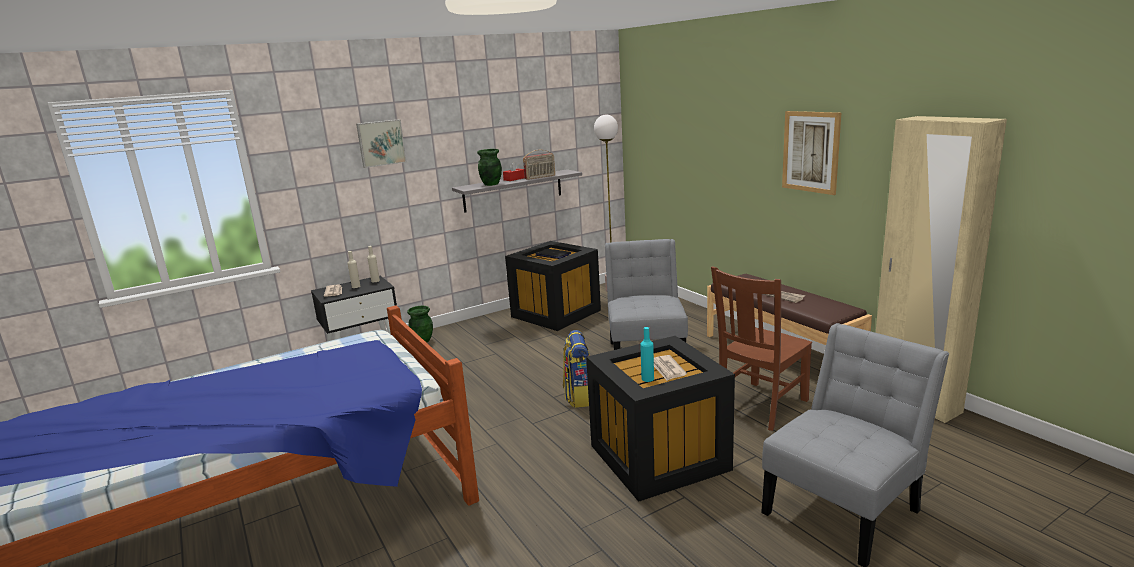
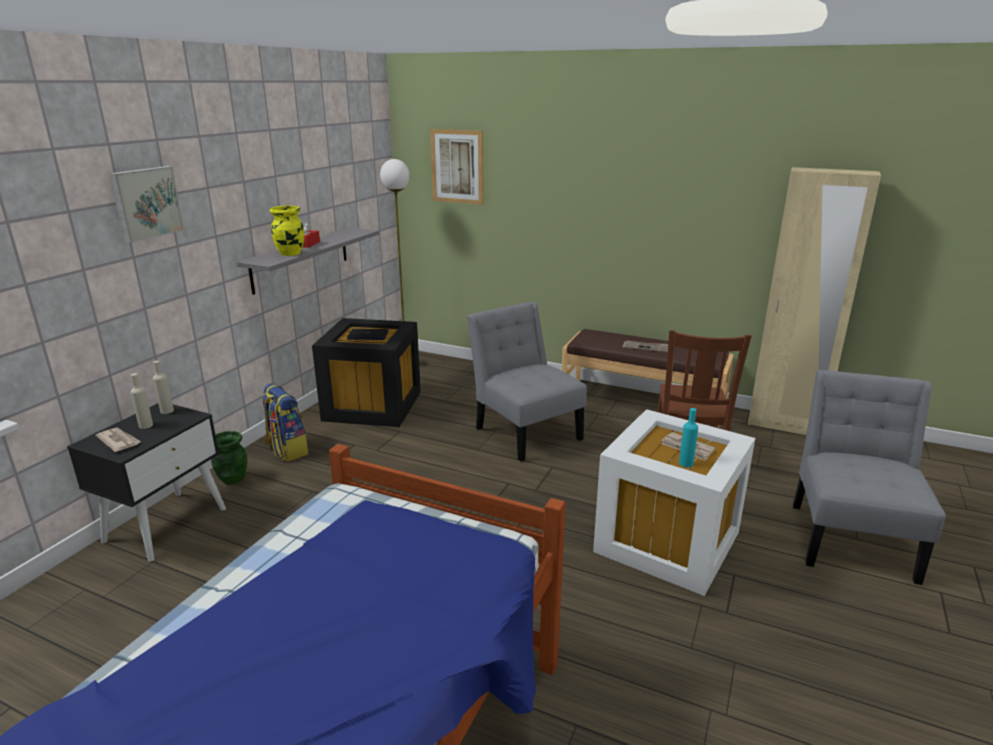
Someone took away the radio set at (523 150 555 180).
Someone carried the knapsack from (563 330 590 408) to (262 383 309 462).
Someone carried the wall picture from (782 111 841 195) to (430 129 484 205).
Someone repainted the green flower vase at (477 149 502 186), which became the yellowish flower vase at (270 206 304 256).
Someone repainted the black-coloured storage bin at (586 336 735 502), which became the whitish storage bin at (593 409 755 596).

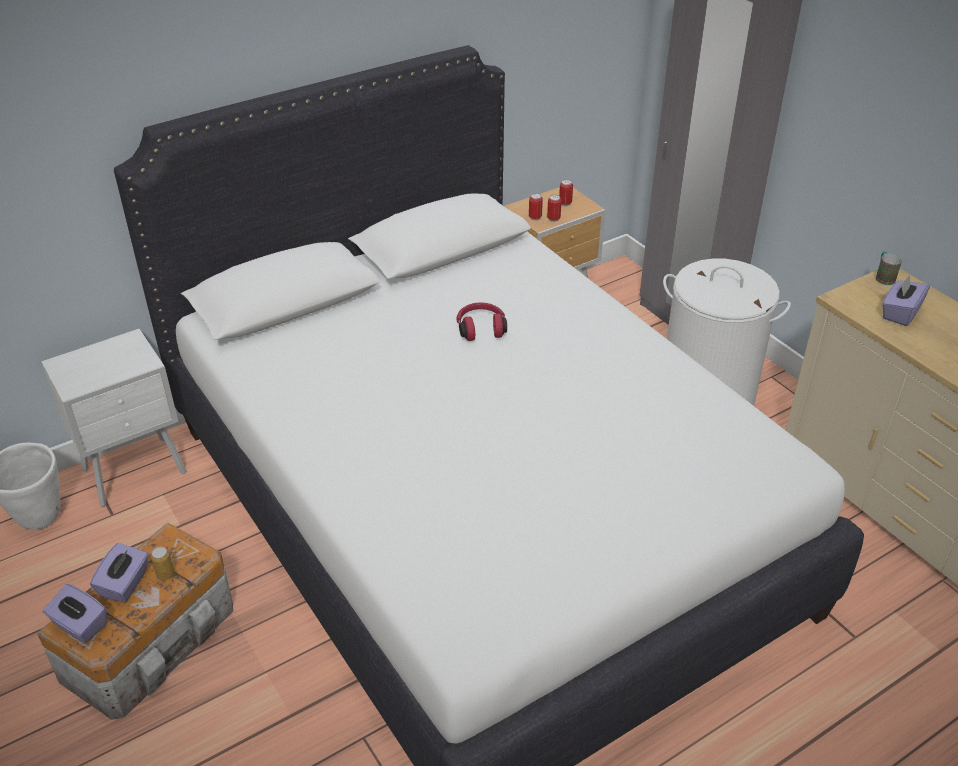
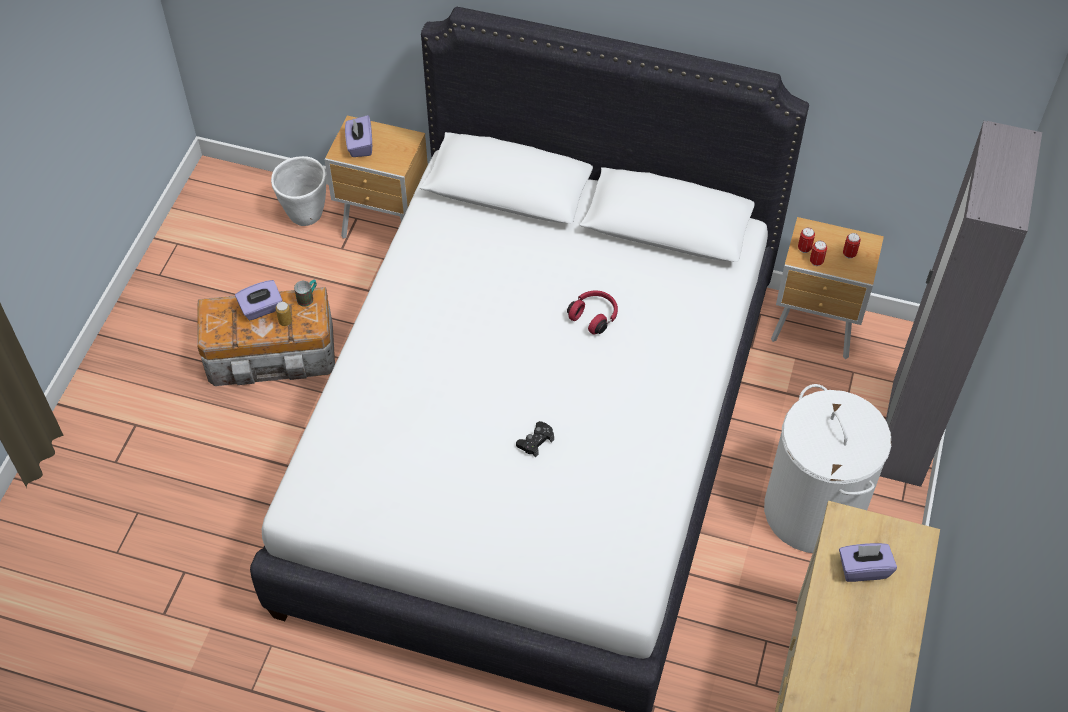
Someone put down the black-coloured gamepad at (516 421 554 457).
Someone carried the purple box of tissues from (43 584 107 644) to (345 115 372 157).
Someone carried the tea mug from (876 251 902 285) to (294 279 317 307).
Someone repainted the whitish nightstand at (41 329 187 507), which became the brown nightstand at (325 116 428 239).

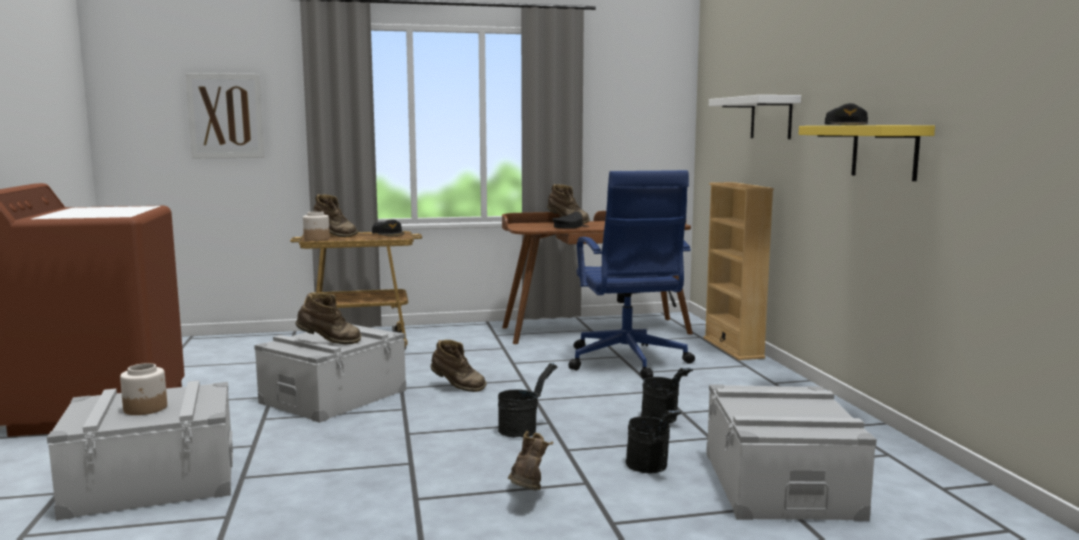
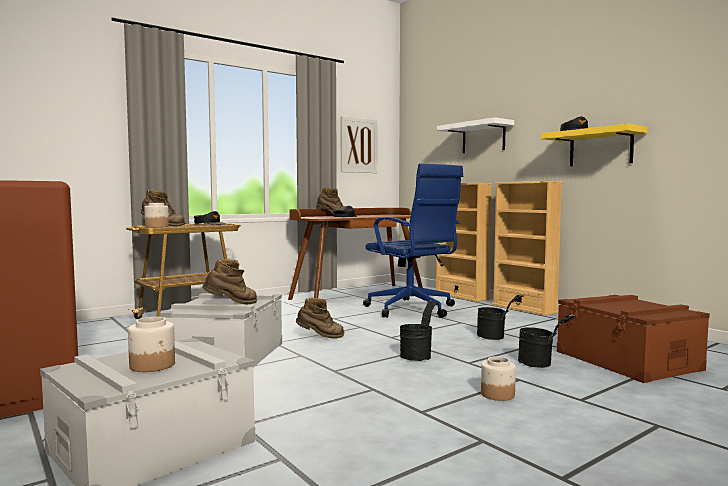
Someone put down the beige-coloured shelving unit at (492 181 563 316).
Someone carried the wall picture from (185 73 264 158) to (341 116 378 173).
Someone swapped the brown tall boot at (508 431 553 491) for the jar at (481 356 516 401).
Someone repainted the greyish storage bin at (706 384 877 521), which became the brown storage bin at (557 295 710 383).

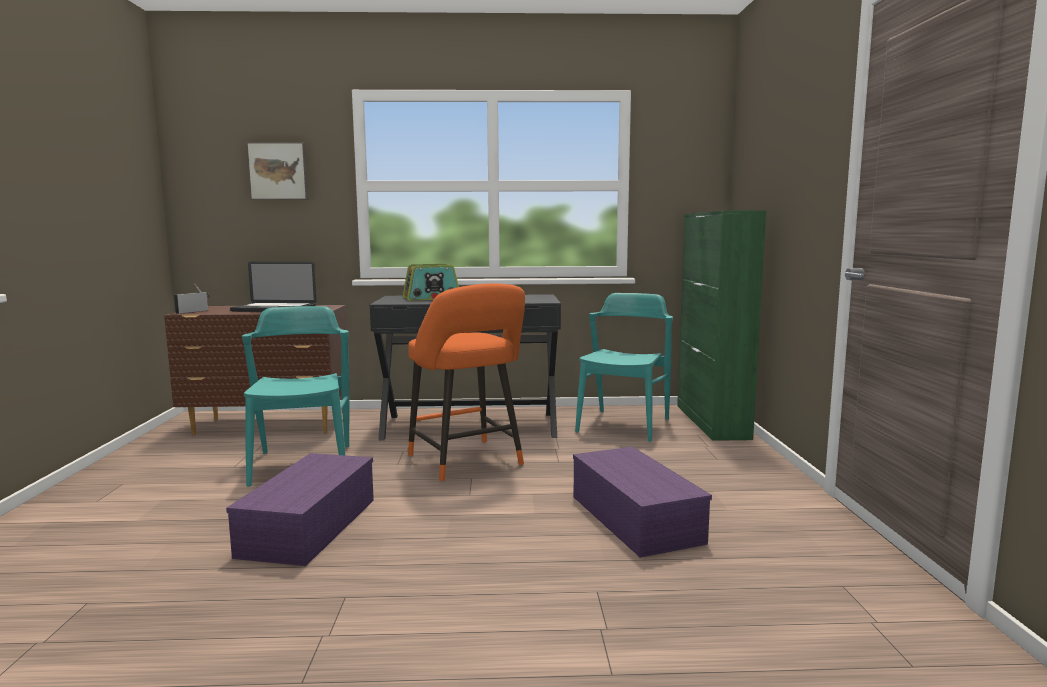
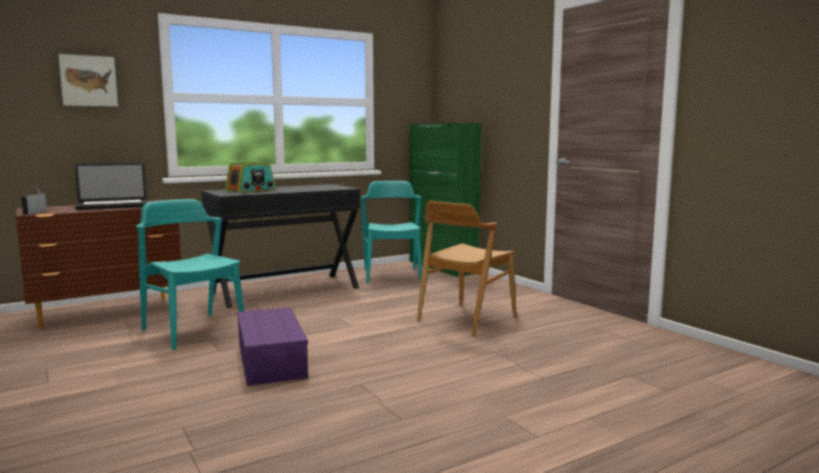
Someone took away the orange-coloured stool seat at (408 283 525 482).
Someone swapped the purple storage bin at (573 447 712 558) for the brown upright chair at (417 201 517 337).

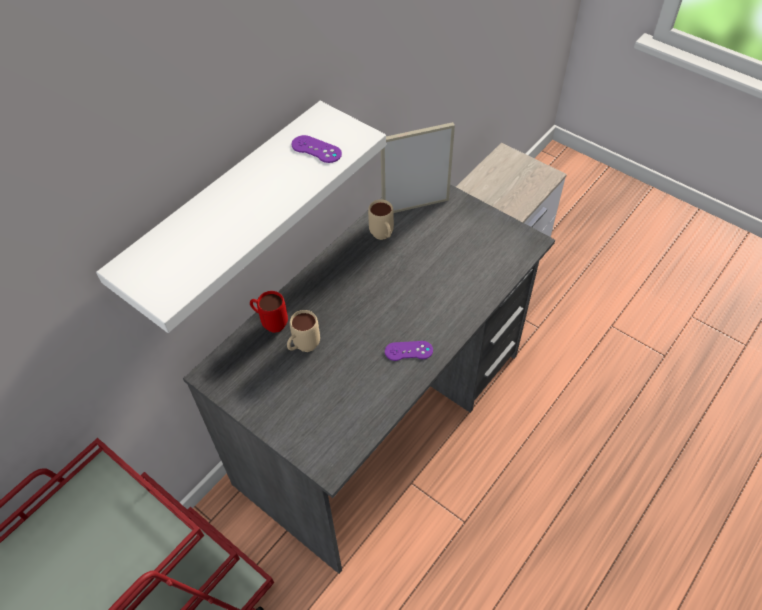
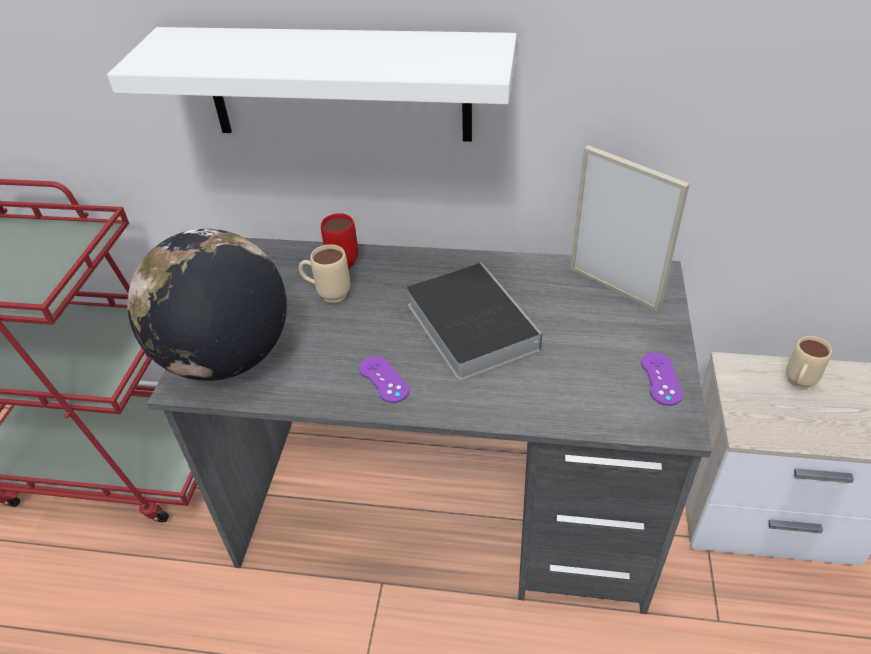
Someone put down the globe at (127 229 287 381).
Someone put down the bound book at (407 263 542 381).
Someone carried the purple gamepad from (292 135 342 163) to (641 353 683 406).
Someone carried the beige-coloured tea mug from (368 199 394 240) to (786 336 832 389).

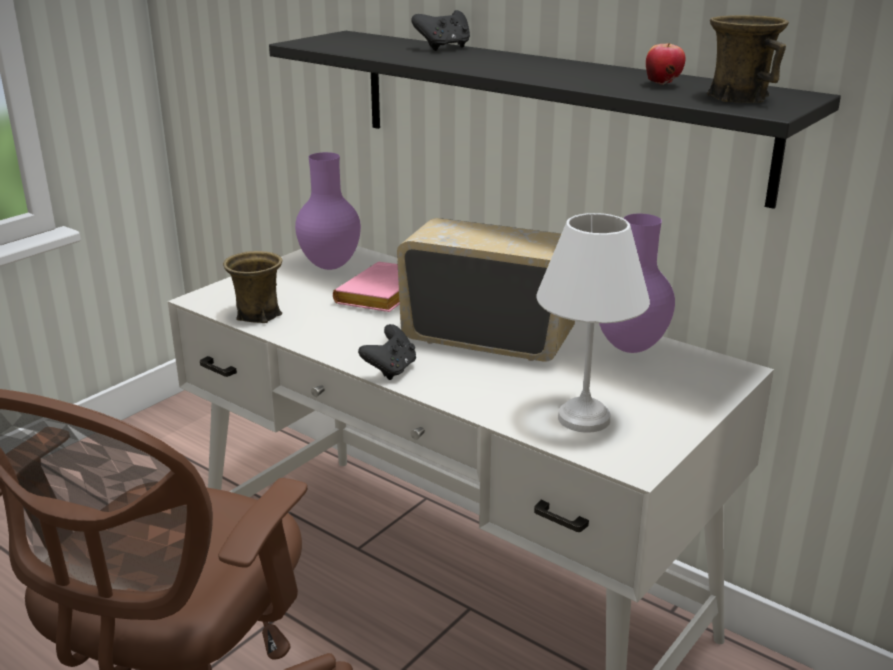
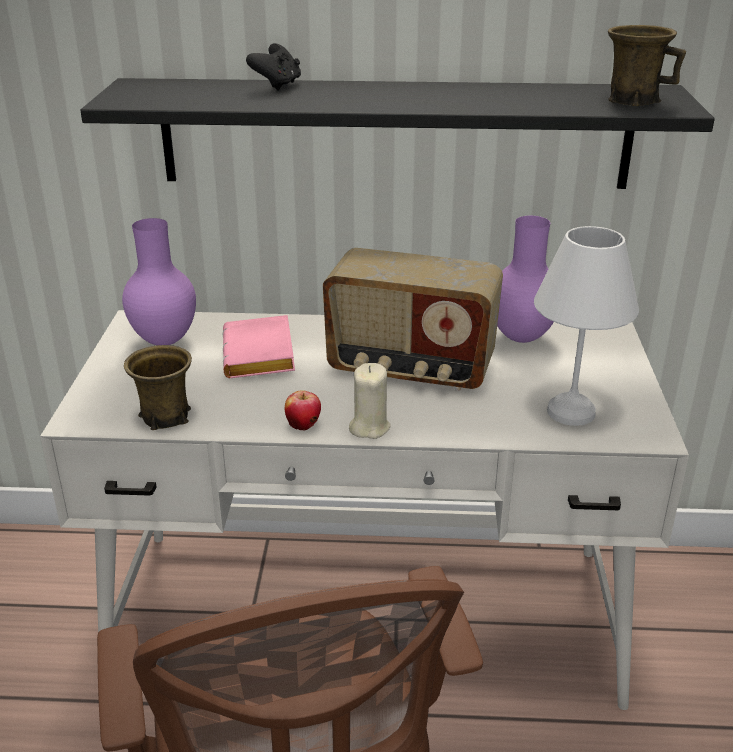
Someone carried the whole apple from (646 43 685 85) to (285 390 321 431).
Someone swapped the black-coloured gamepad at (358 324 416 380) for the beige-coloured candle at (349 363 391 439).
Someone rotated the radio set at (397 218 575 362) by 150 degrees counterclockwise.

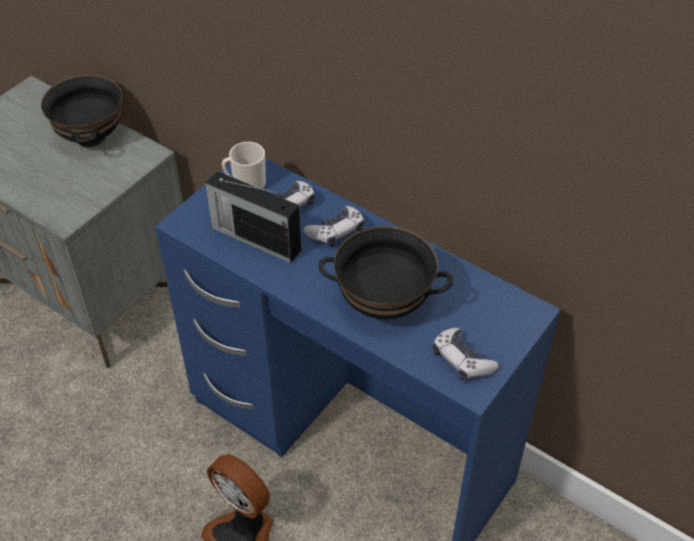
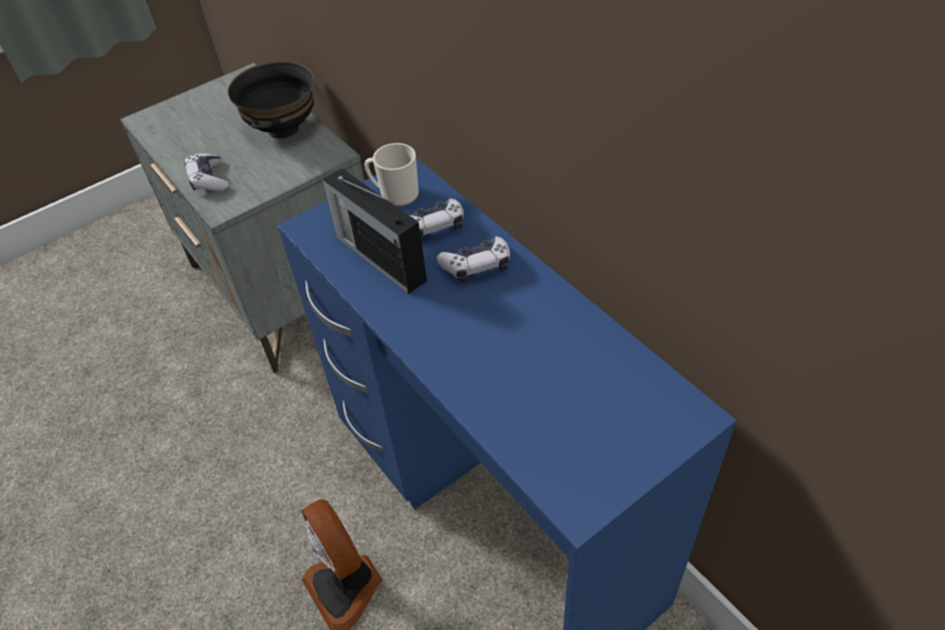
Someone took away the black-coloured deep dish at (319 226 453 319).
Someone carried the gamepad from (433 328 498 381) to (185 154 229 191).

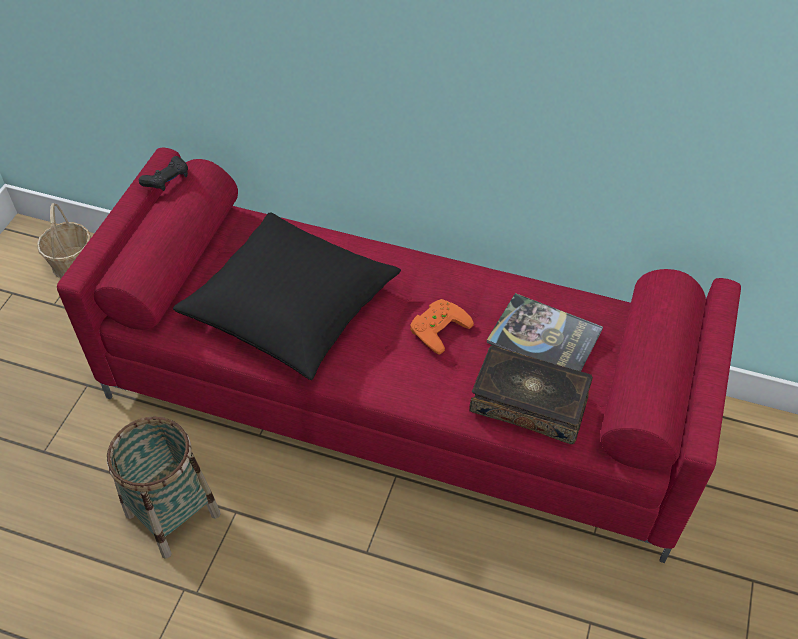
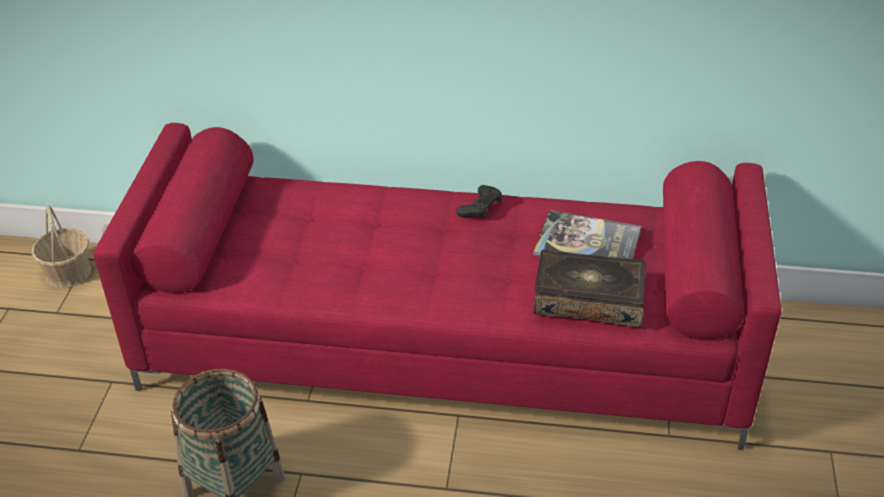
Someone took away the black-coloured throw pillow at (173 212 401 380).
Someone took away the orange-coloured gamepad at (410 299 474 355).
Someone carried the black-coloured gamepad from (139 156 188 191) to (456 185 502 218).

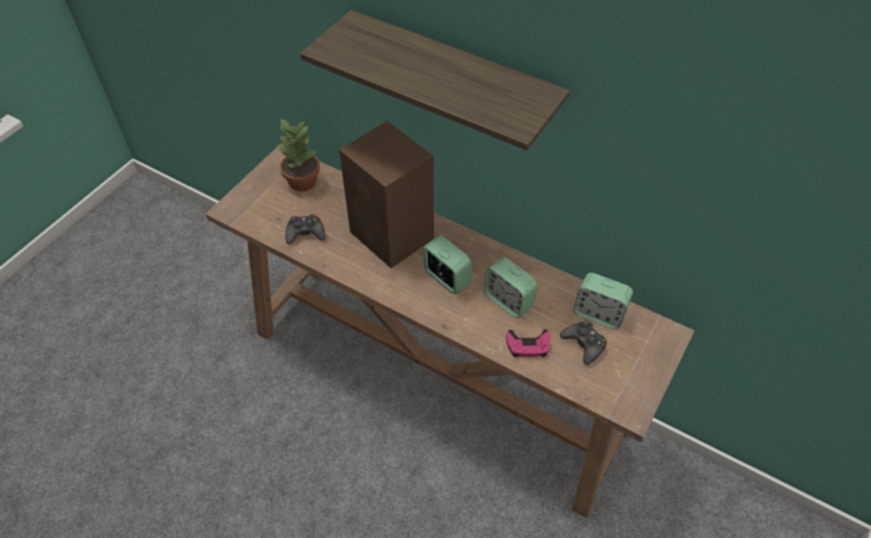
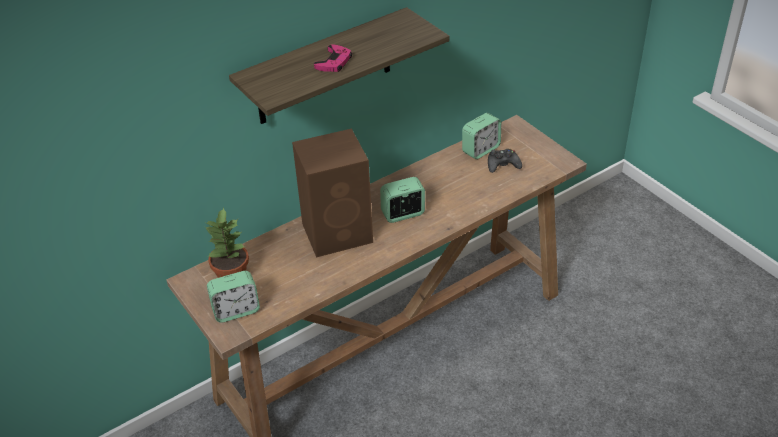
Someone took away the black-coloured gamepad at (285 214 325 244).
Someone carried the bedside clock from (484 257 538 318) to (207 271 260 323).
Someone carried the pink gamepad from (506 329 551 357) to (314 45 352 72).

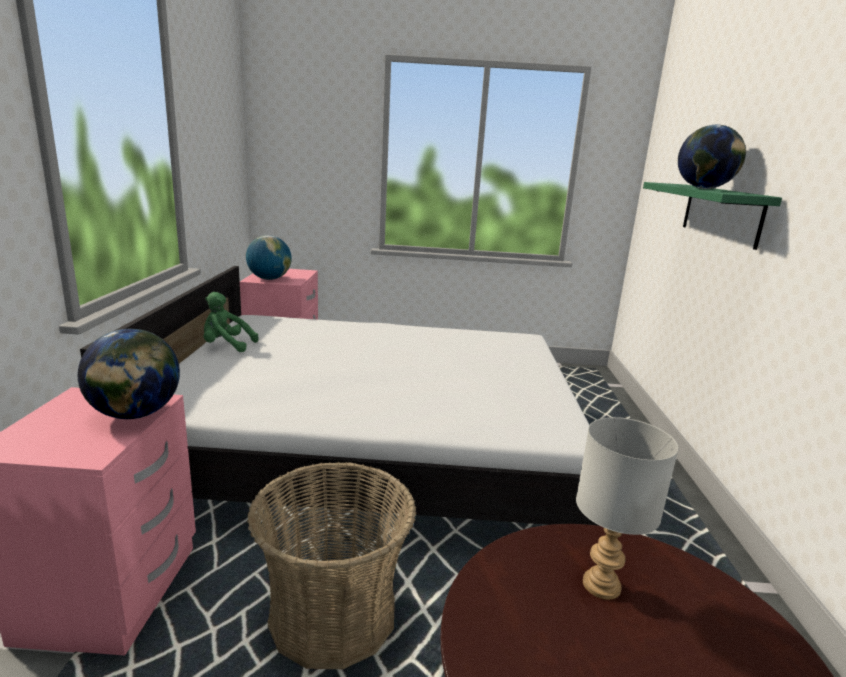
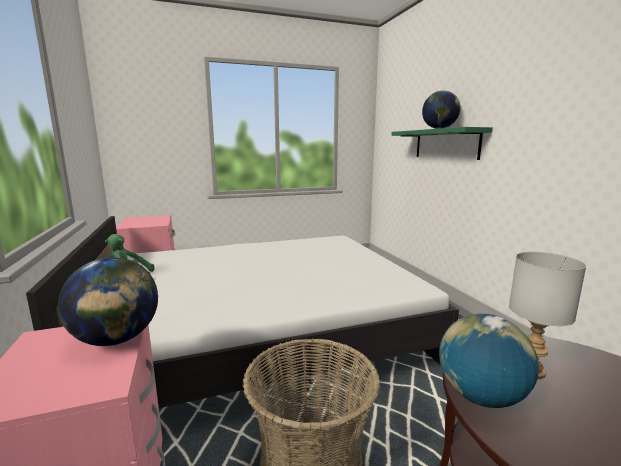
Someone carried the globe from (246 235 292 280) to (440 314 539 408).

